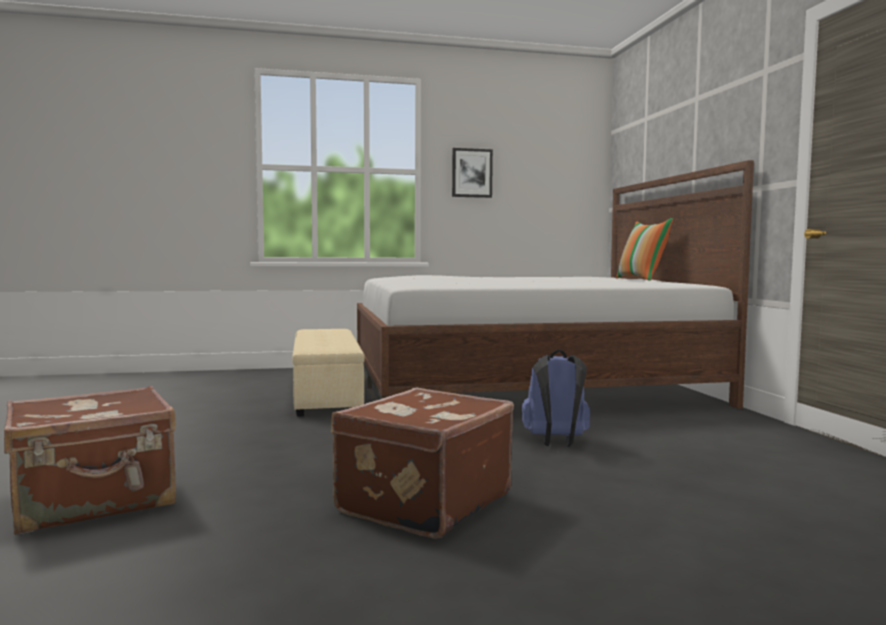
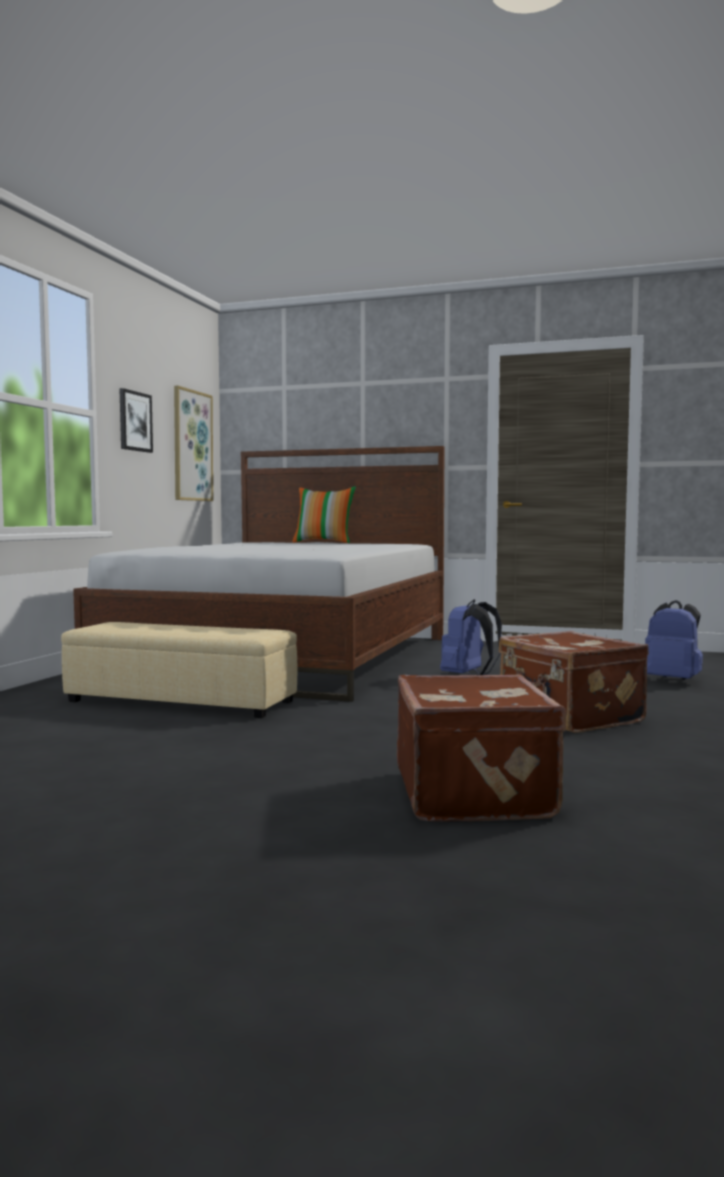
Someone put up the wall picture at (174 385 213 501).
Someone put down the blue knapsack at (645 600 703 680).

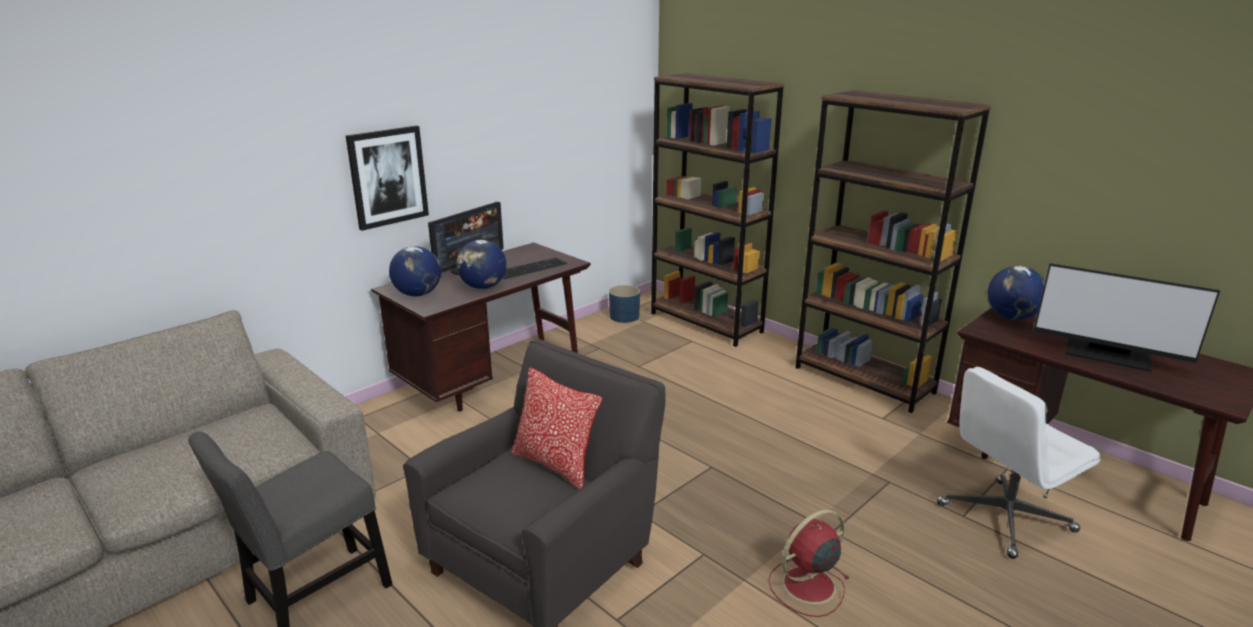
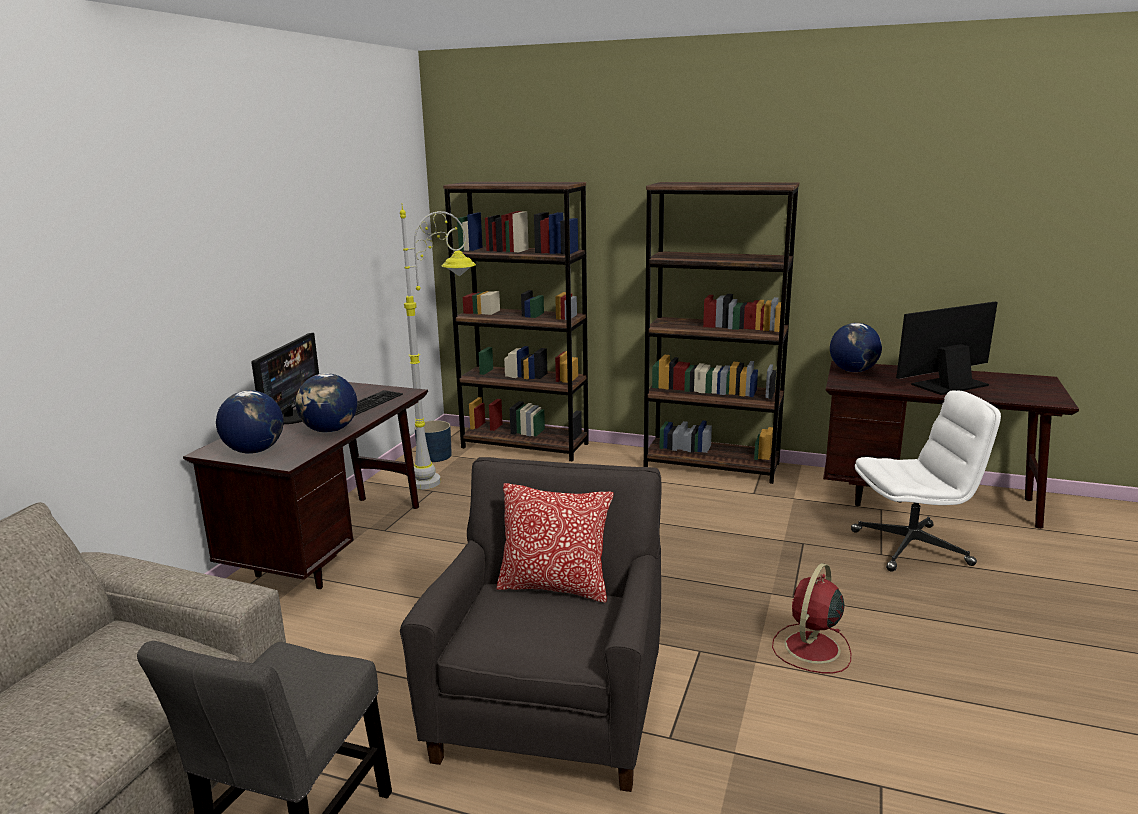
Someone took away the wall picture at (346 126 429 231).
Someone put down the greyish standing lamp at (400 203 476 490).
Someone rotated the whitish computer chair at (937 367 1101 559) by 135 degrees counterclockwise.
Someone rotated the computer display at (1034 263 1220 372) by 150 degrees clockwise.

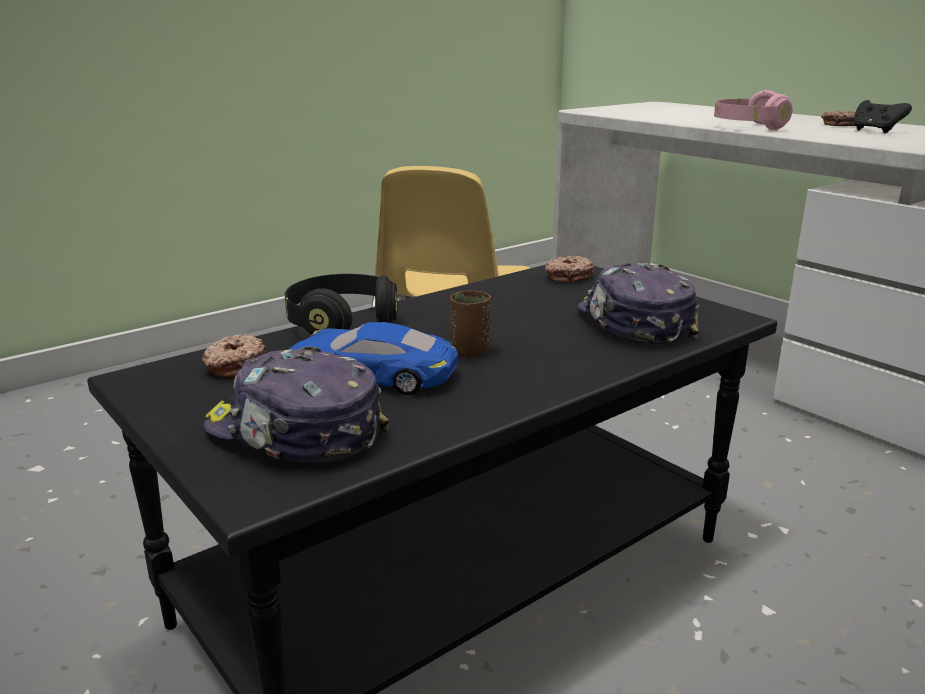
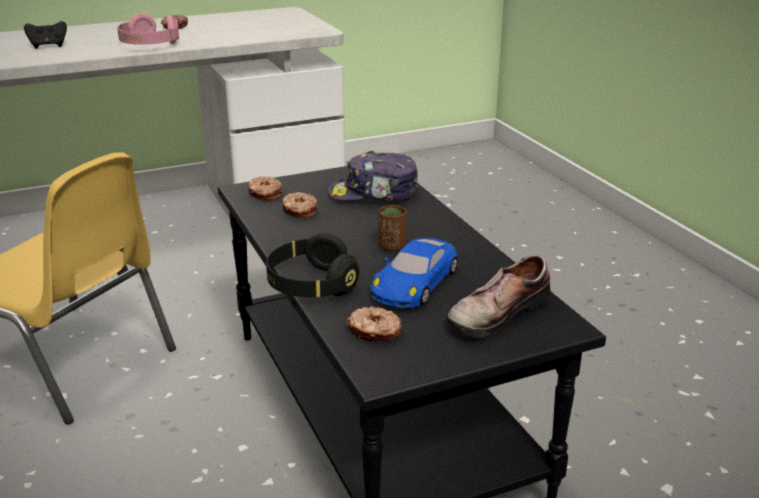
Someone put down the doughnut at (282 192 318 218).
Someone carried the black-coloured gamepad from (854 100 912 133) to (24 21 67 49).
Someone swapped the cap at (204 346 389 463) for the item of footwear at (447 255 551 338).

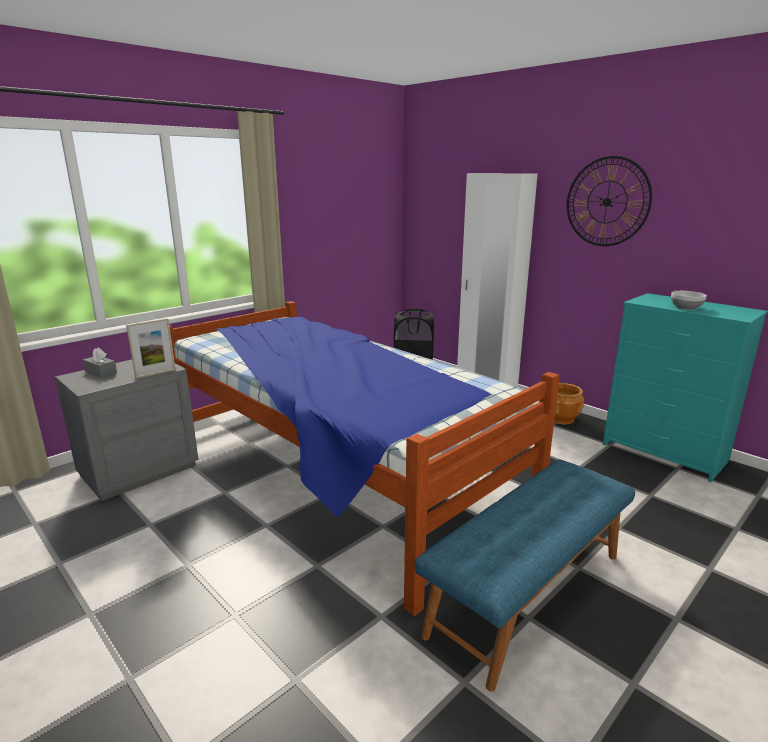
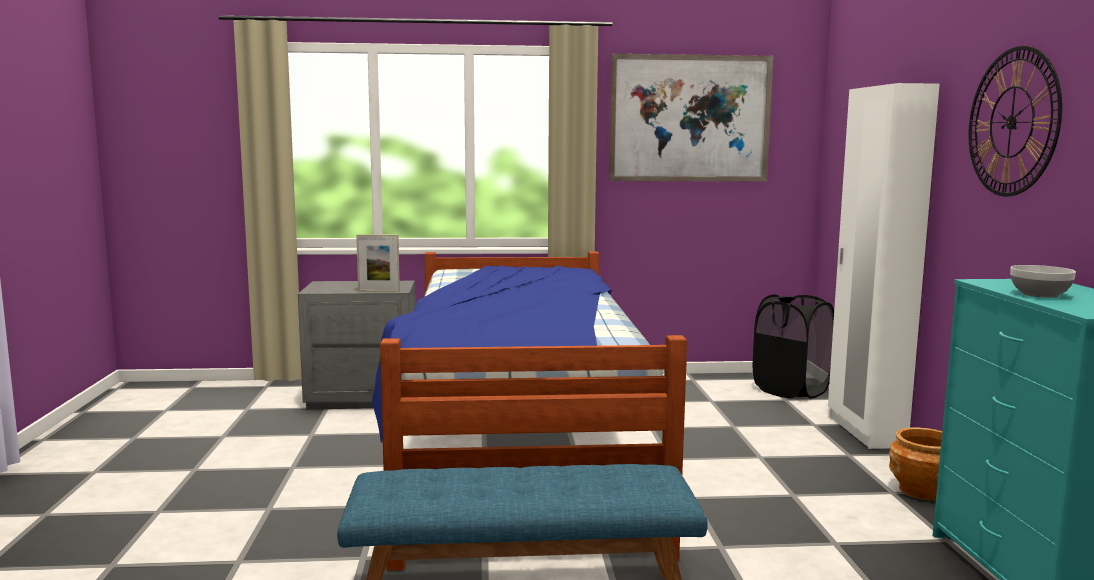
Someone took away the greyish box of tissues at (83 347 117 378).
Someone put up the wall picture at (609 54 774 182).

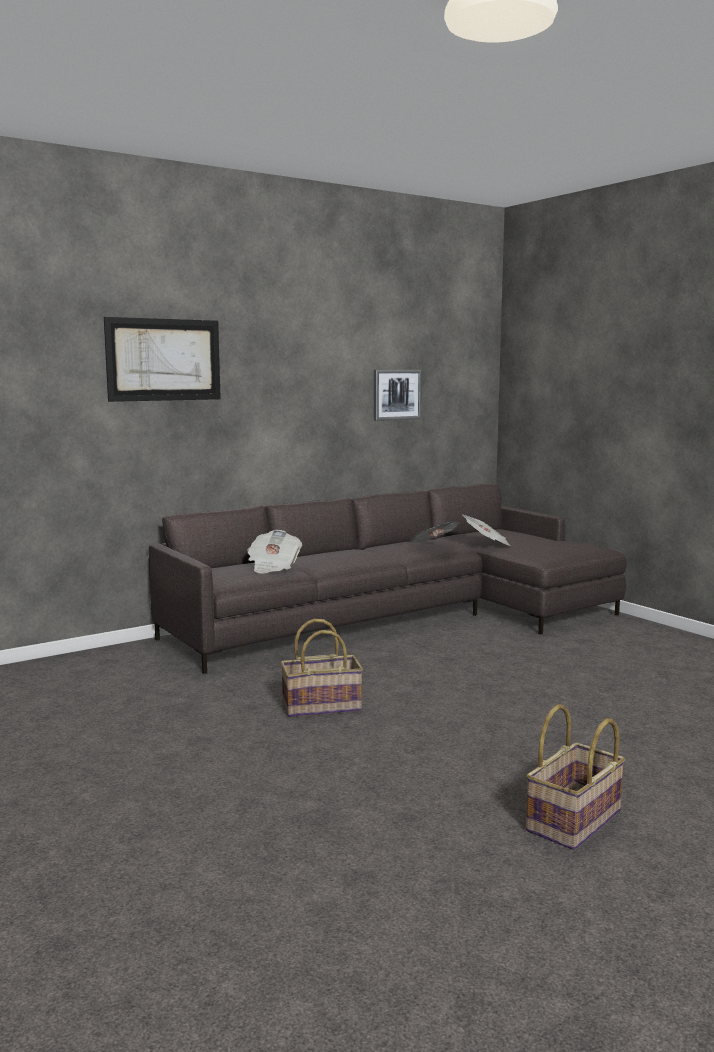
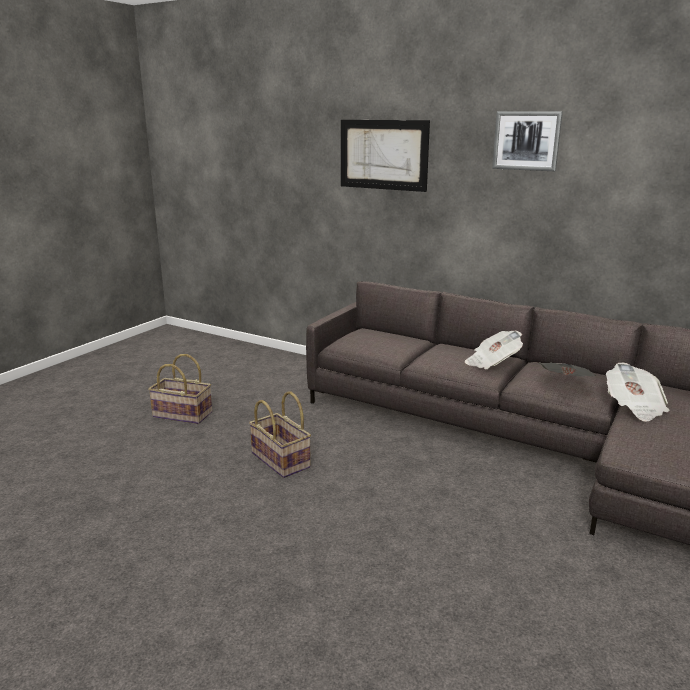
Someone carried the printed paper from (247 530 302 573) to (465 331 523 369).
Someone carried the wall picture from (374 370 422 421) to (492 112 563 171).
Someone carried the storage basket from (526 704 625 850) to (148 354 212 424).

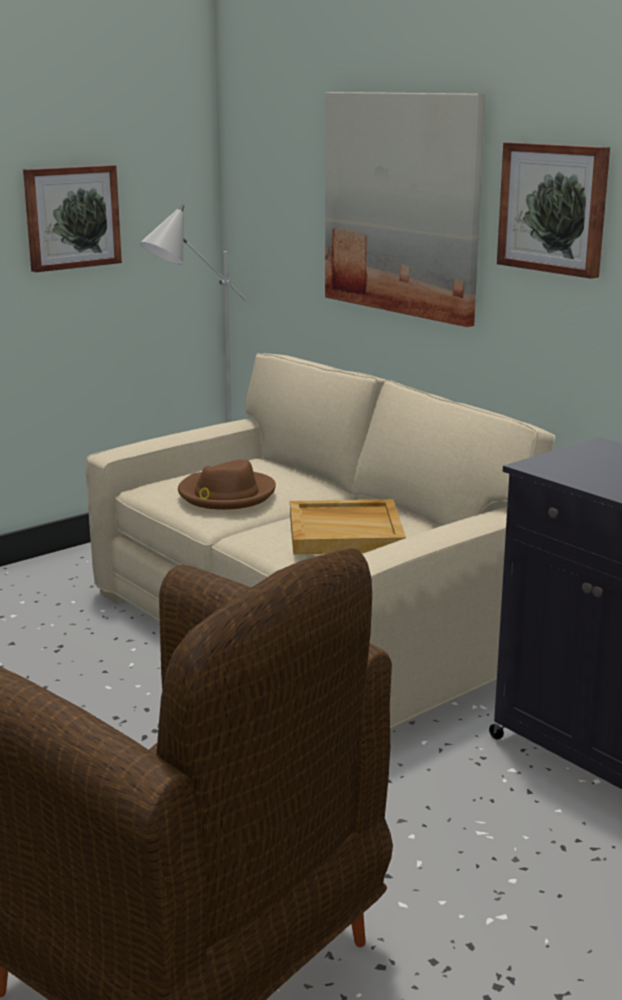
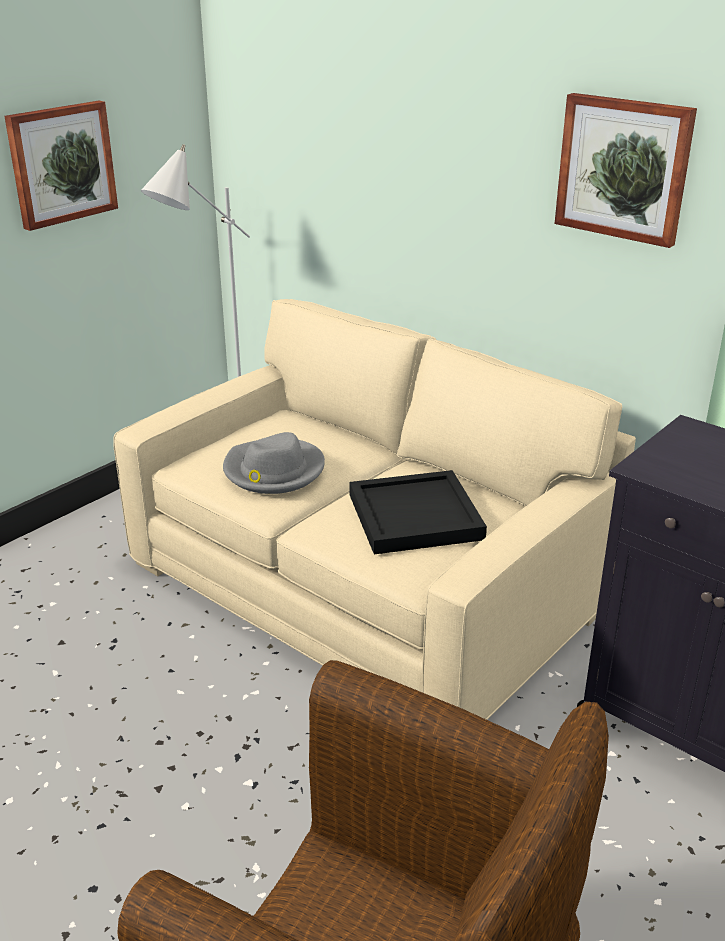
Someone took away the wall picture at (325 92 486 327).
Someone repainted the brown wearable hat at (178 459 276 510), which became the greyish wearable hat at (223 432 325 494).
Someone repainted the beige-coloured tray at (290 499 406 554), which became the black-coloured tray at (349 470 487 554).

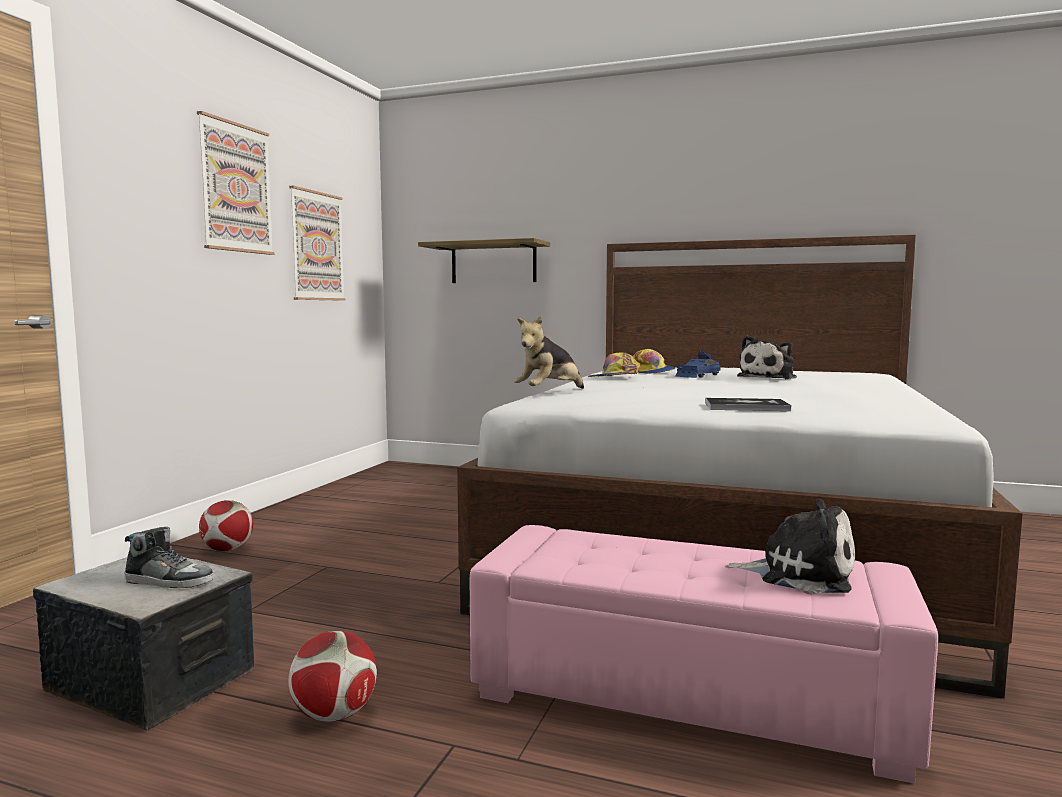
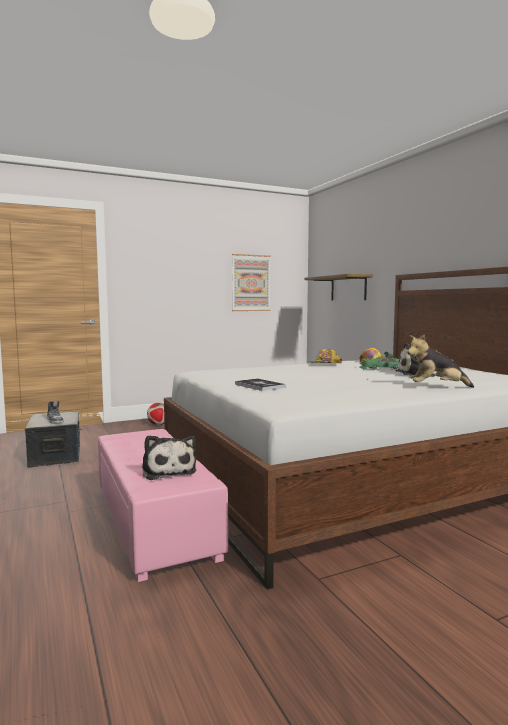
Someone took away the wall picture at (197 111 274 255).
Someone took away the football at (288 631 377 722).
Someone carried the soft toy from (514 316 584 389) to (407 335 474 388).
Someone repainted the blue miniature car at (675 351 721 378), which became the green miniature car at (360 352 399 370).

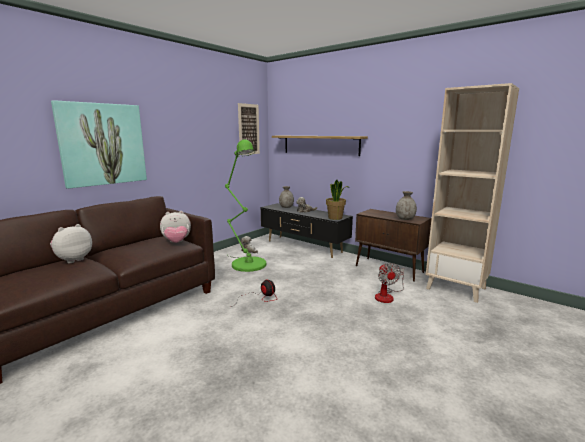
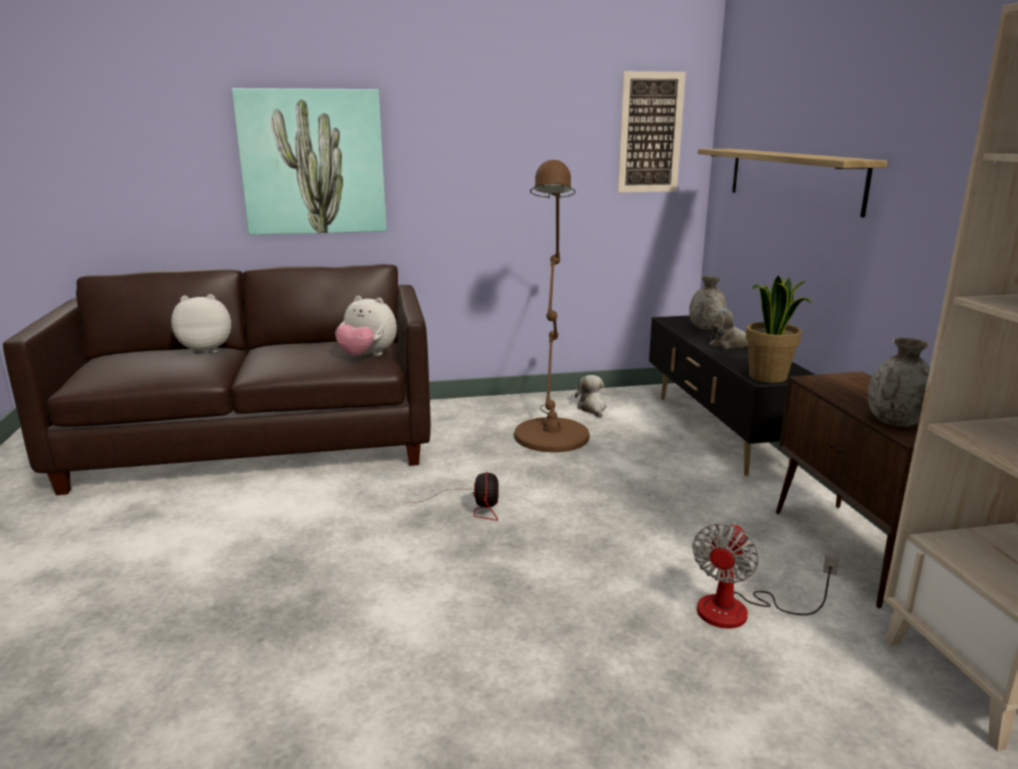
Someone repainted the green standing lamp at (225 139 267 272), which became the brown standing lamp at (514 160 590 452).

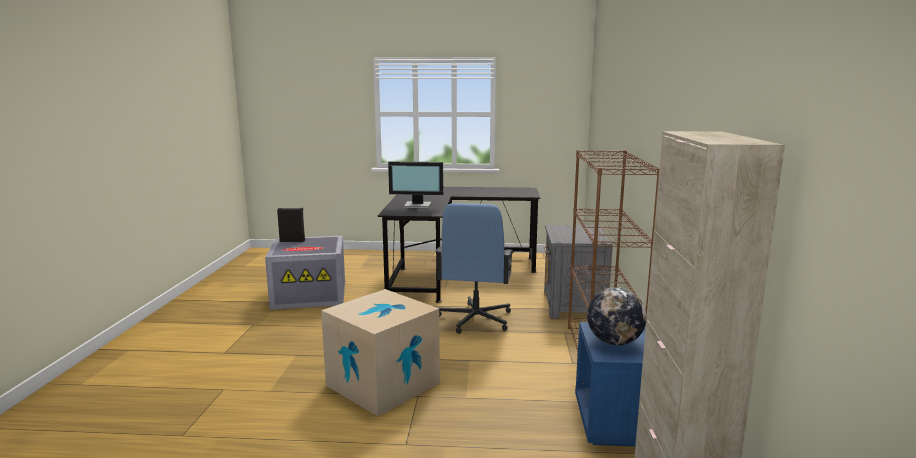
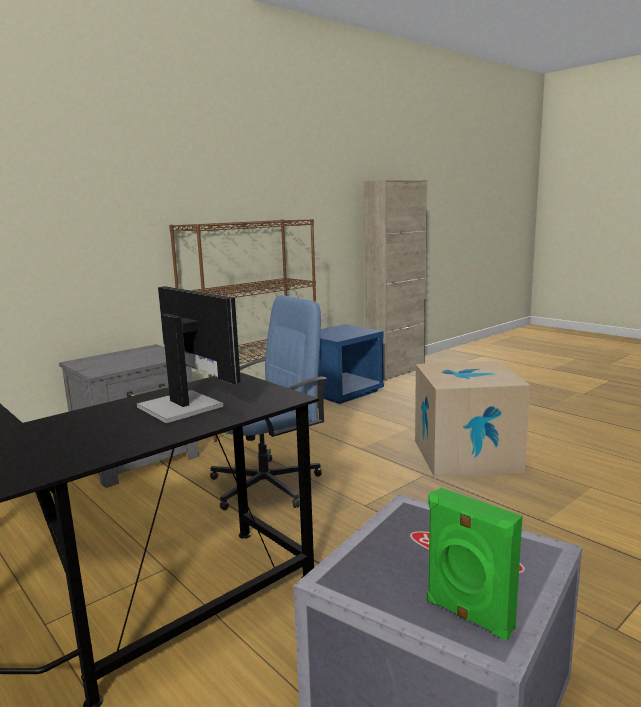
Someone took away the globe at (587 287 647 345).
Someone repainted the black-coloured speaker at (277 208 305 242), which became the green speaker at (427 488 523 641).

